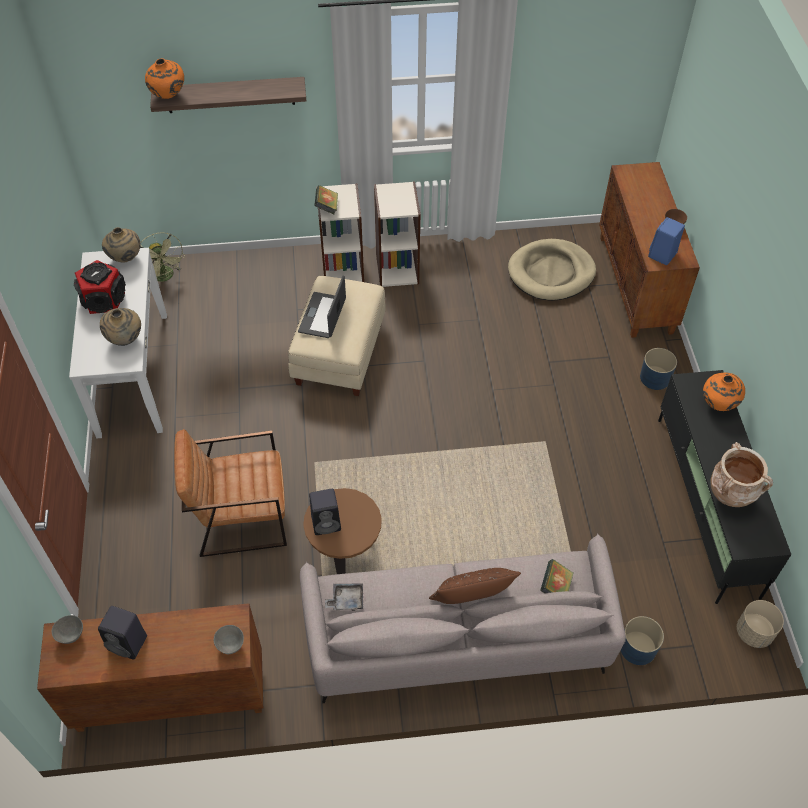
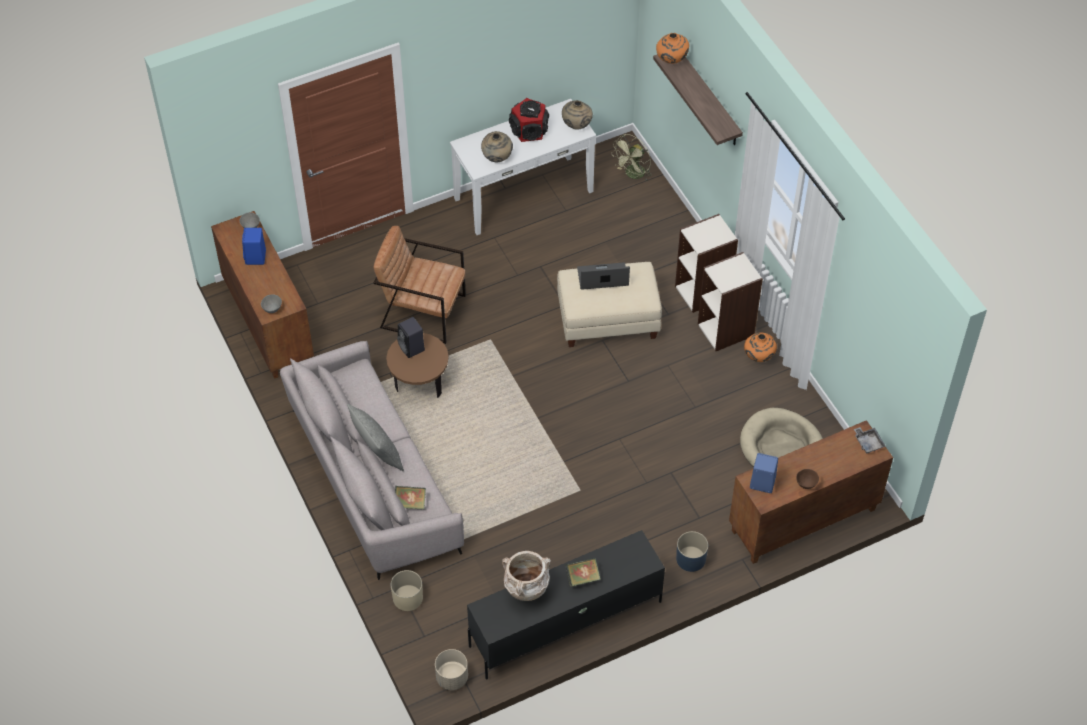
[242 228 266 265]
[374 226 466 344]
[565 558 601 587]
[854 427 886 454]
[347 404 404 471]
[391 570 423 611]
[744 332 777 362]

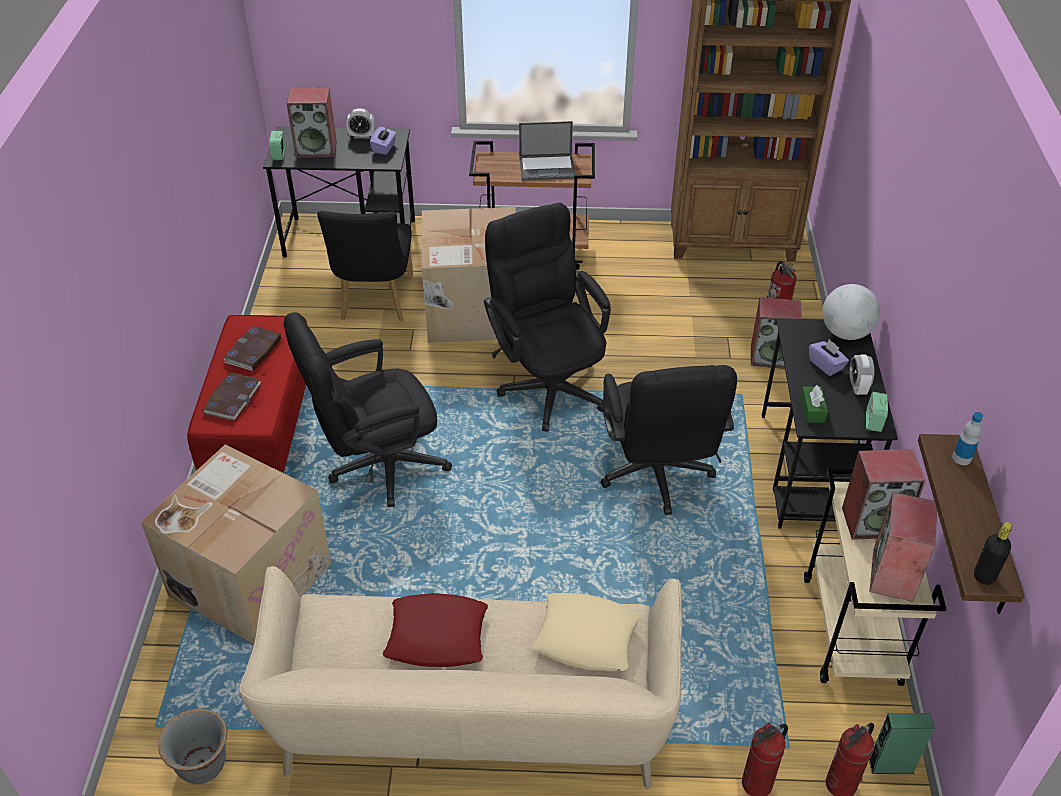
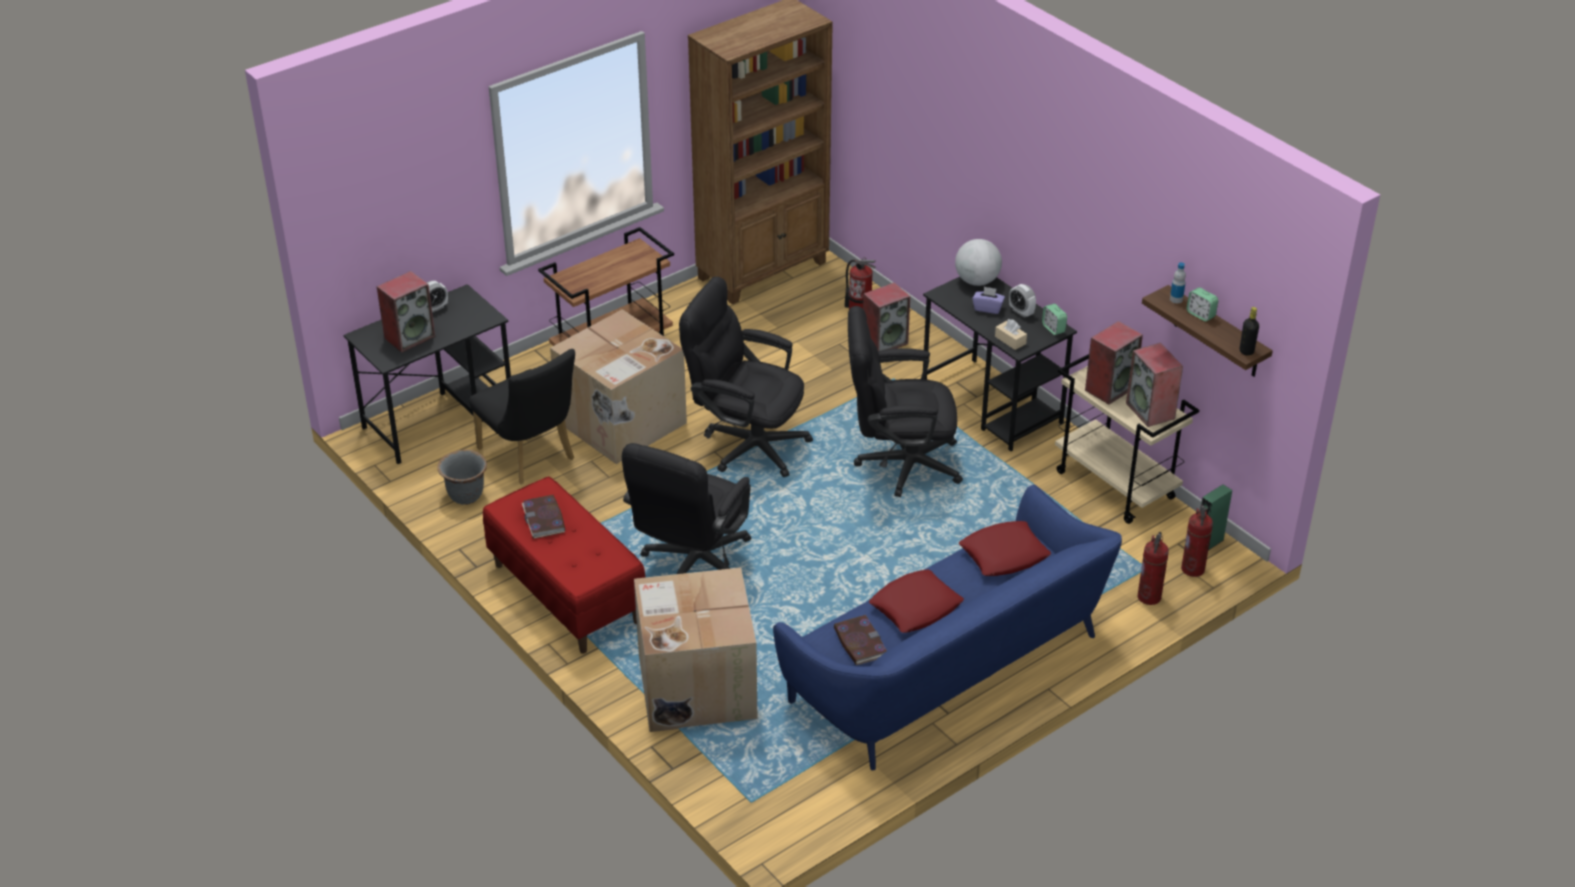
[437 450 487 505]
[834 615 887 665]
[773 485 1122 770]
[1187 288 1218 322]
[370 126 397 155] (first image)
[519 121 575 181] (first image)
[959 521 1051 576]
[848 306 963 497]
[995 319 1027 350]

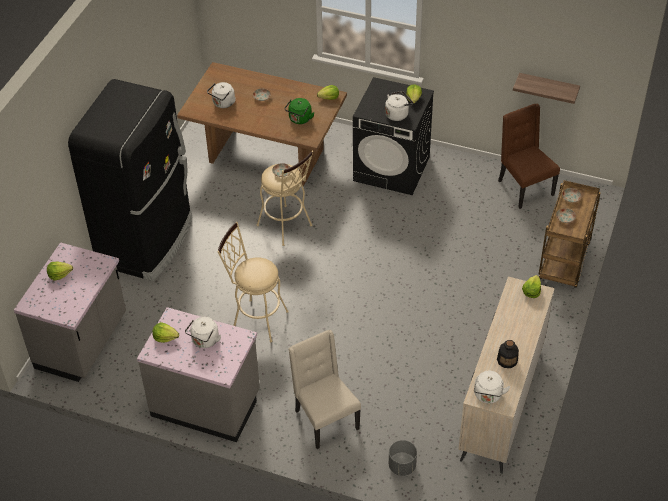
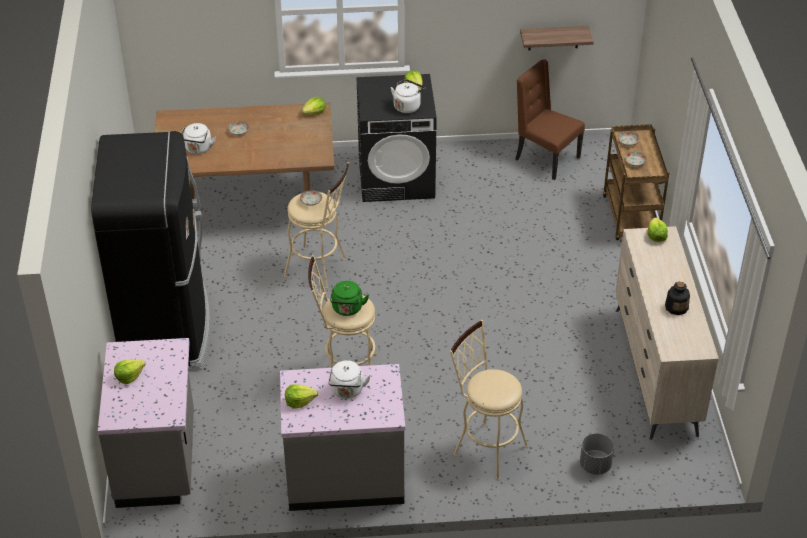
[330 281 369 316]
[450 320 528 480]
[474 371 510 404] (first image)

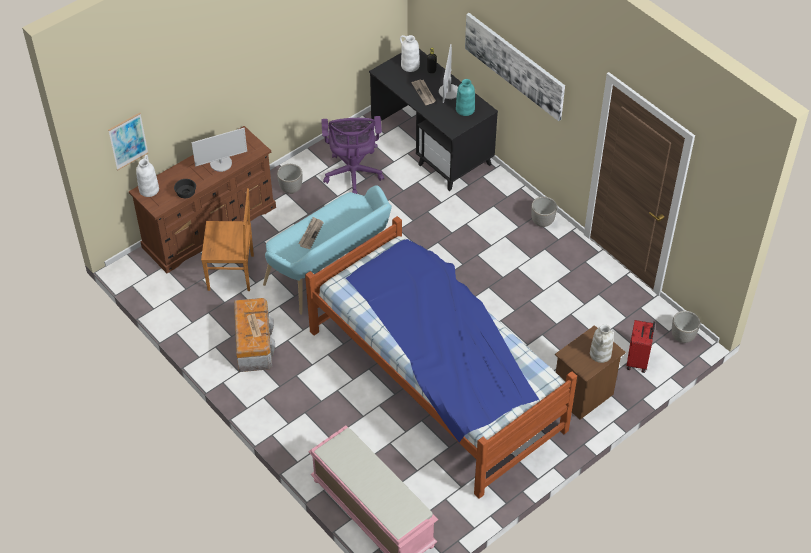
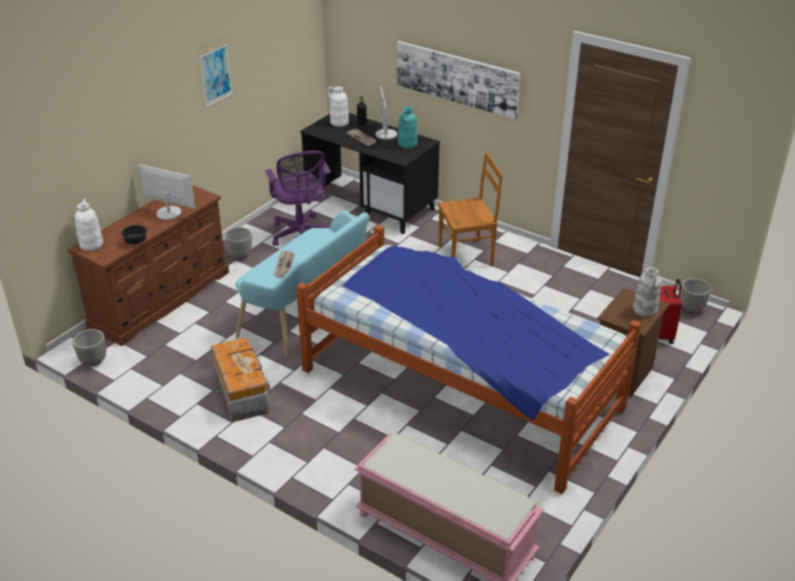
[199 41 233 109]
[138 164 195 220]
[438 152 503 266]
[72 329 106 367]

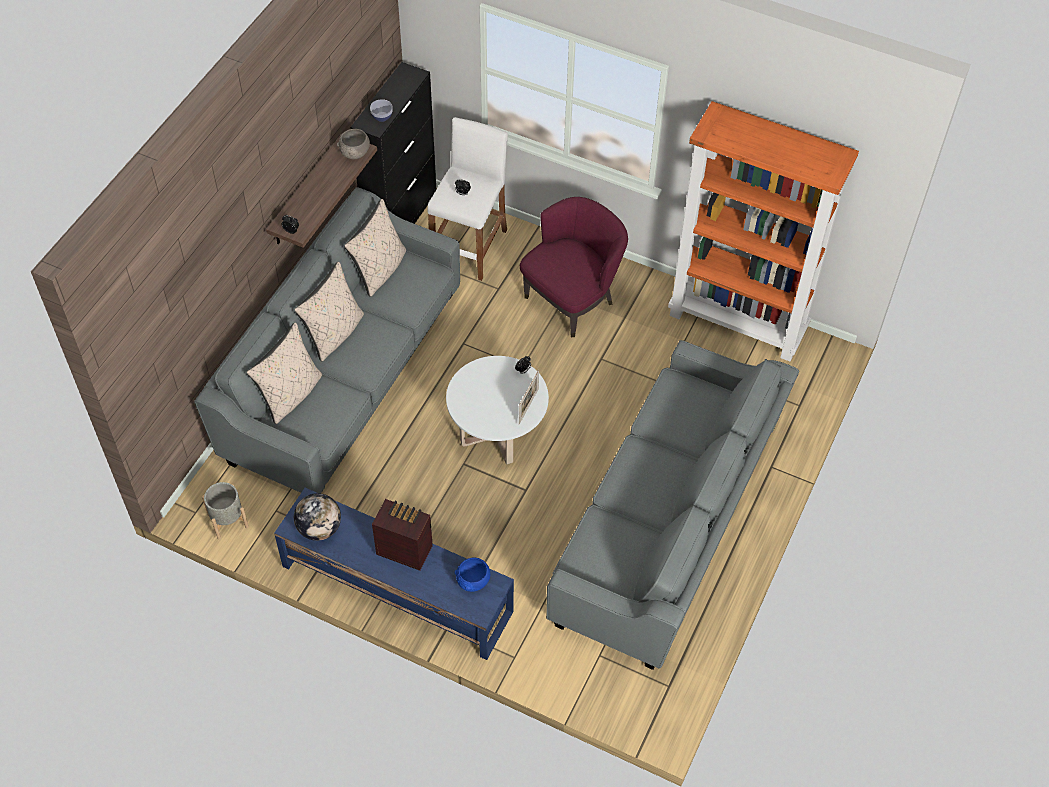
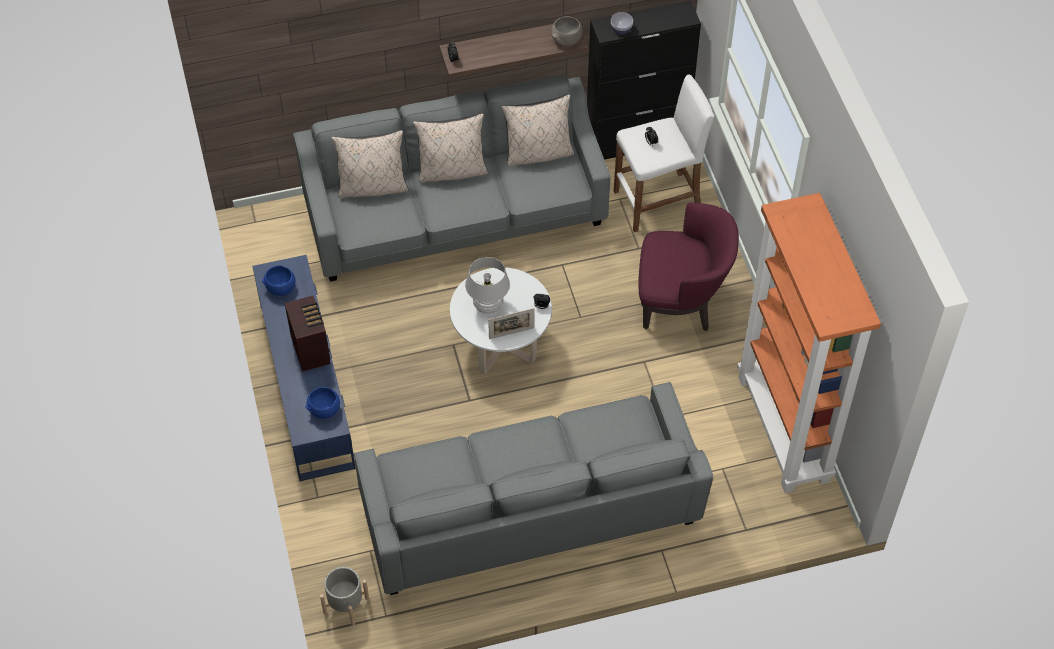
[320 567 369 626]
[262 266 296 296]
[465 257 510 314]

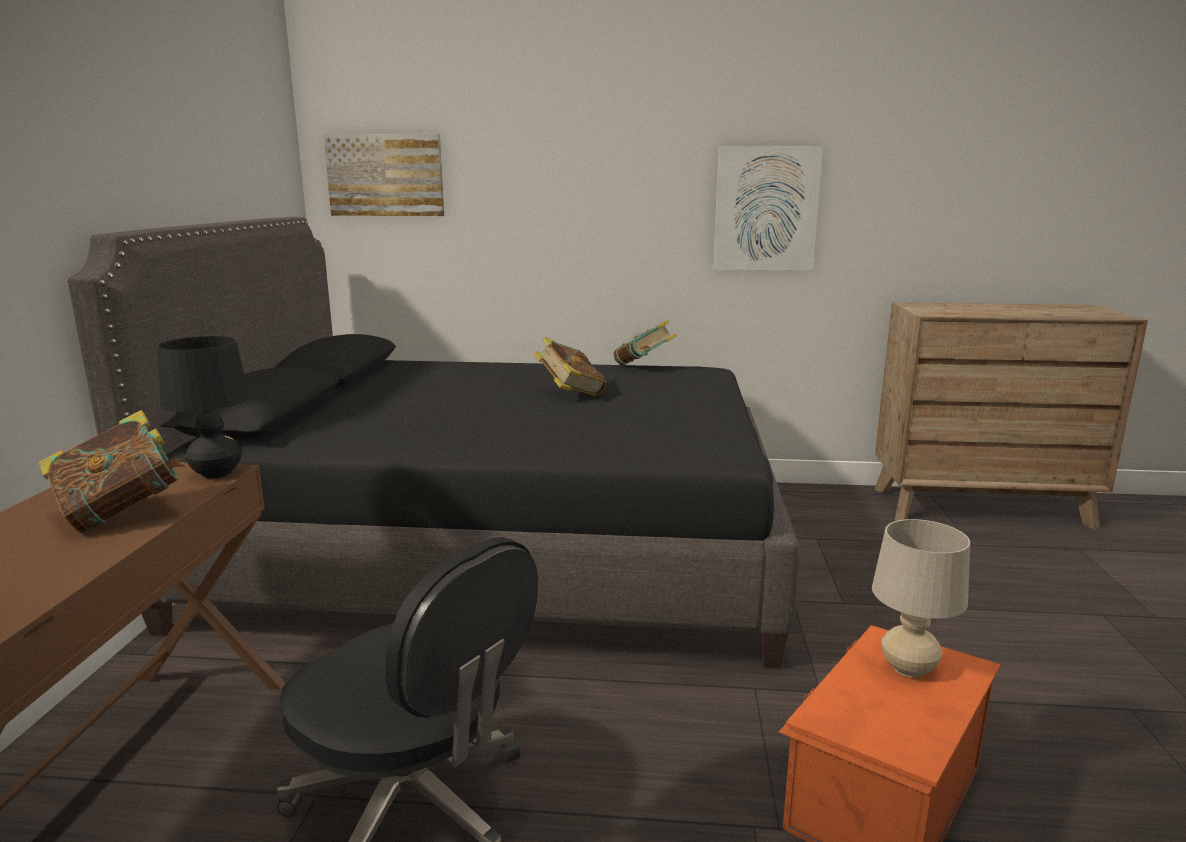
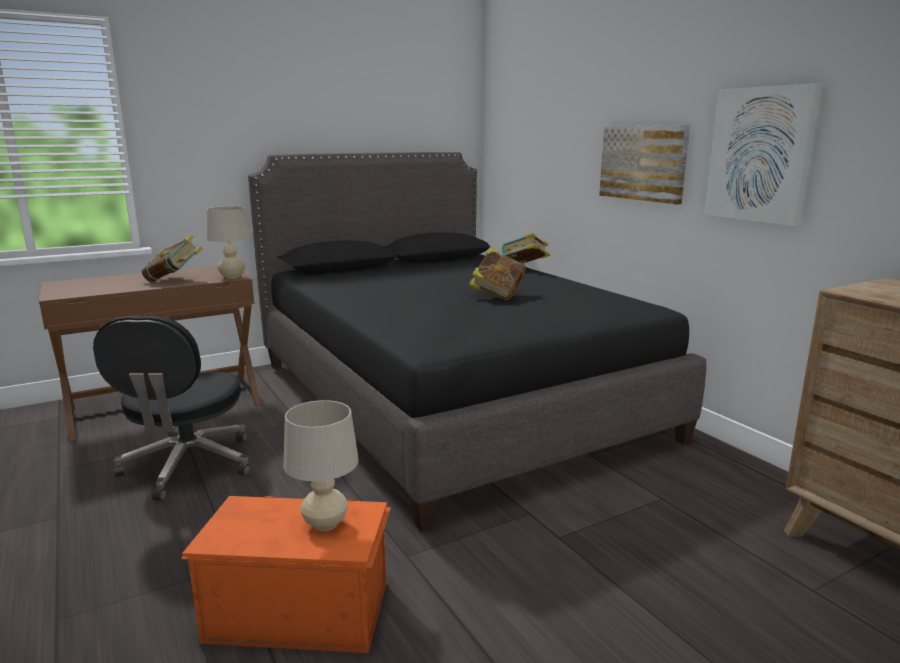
[207 206 250 279]
[599 125 690 205]
[502 233 550 264]

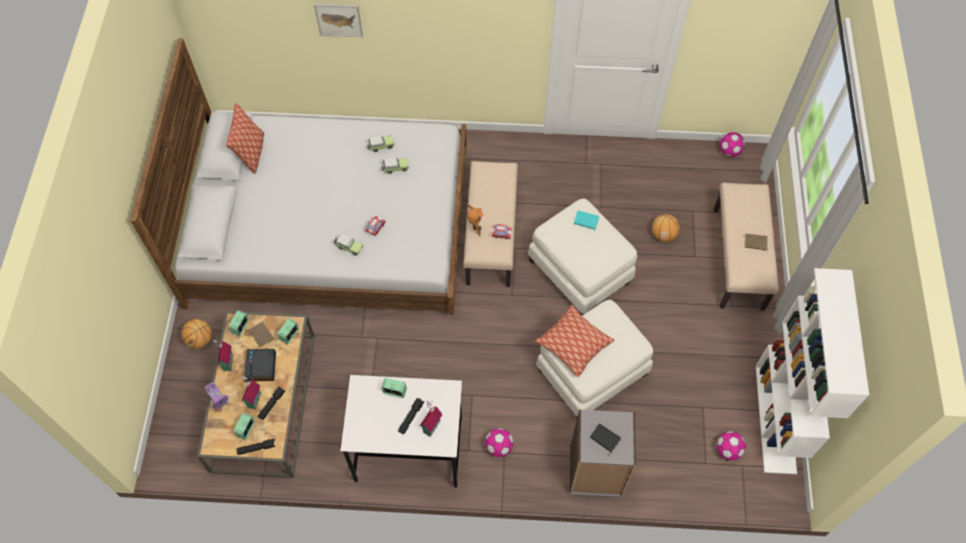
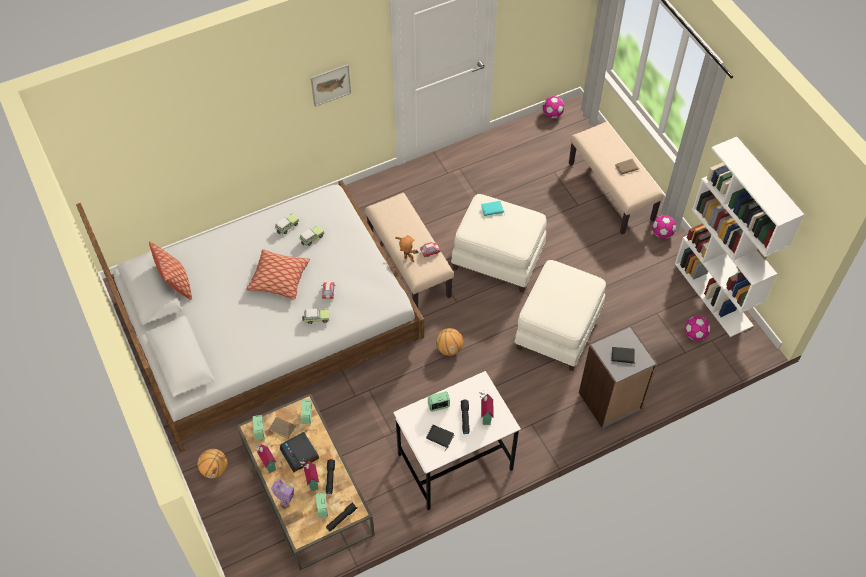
[311 64 351 107]
[652 215 676 239]
[246 249 310 300]
[436 328 463 356]
[426 425 454 448]

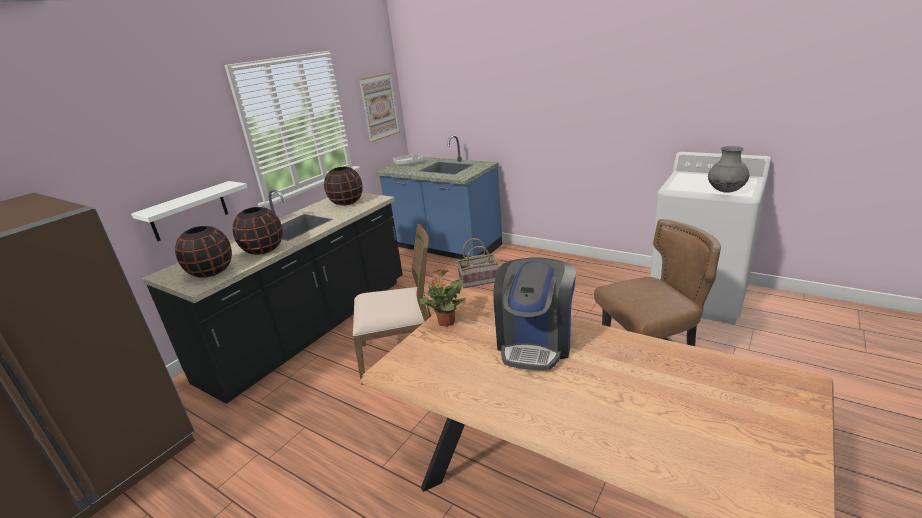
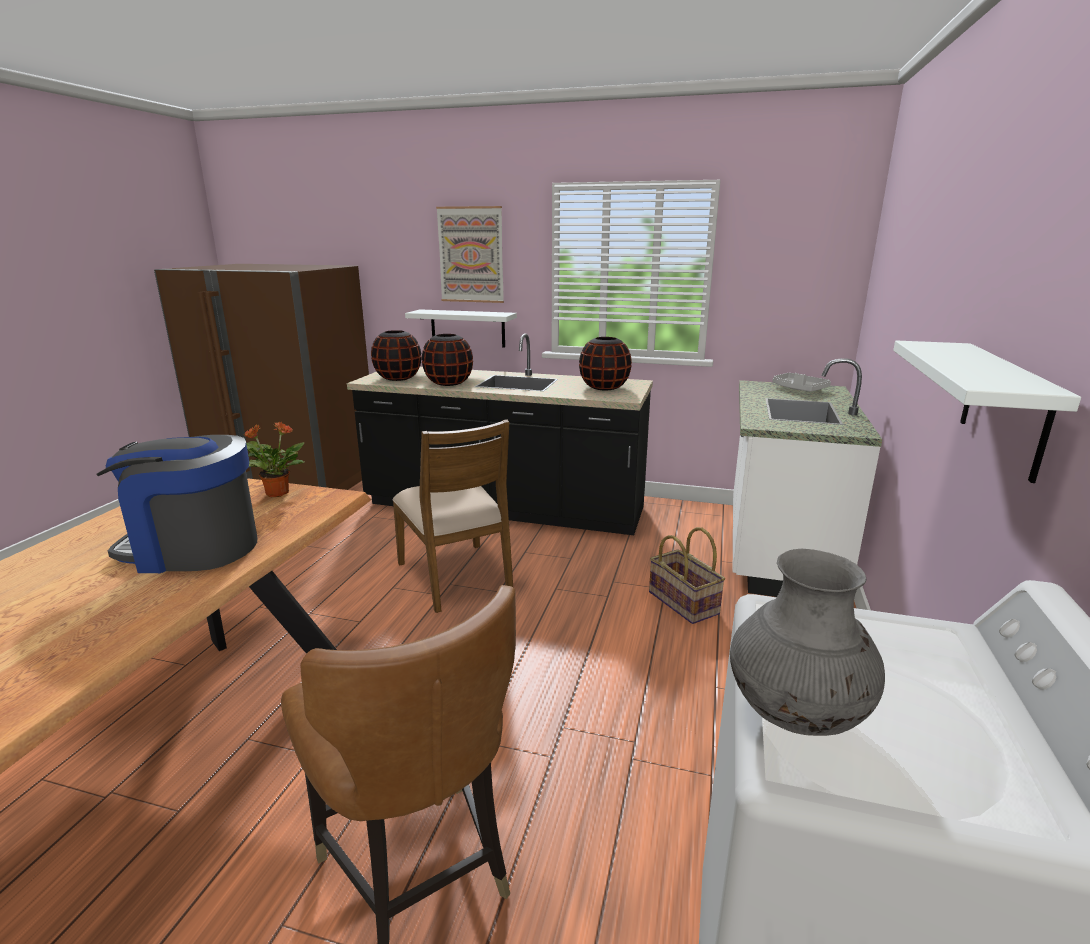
[436 206 504 303]
[733 358 882 597]
[893 341 1081 483]

